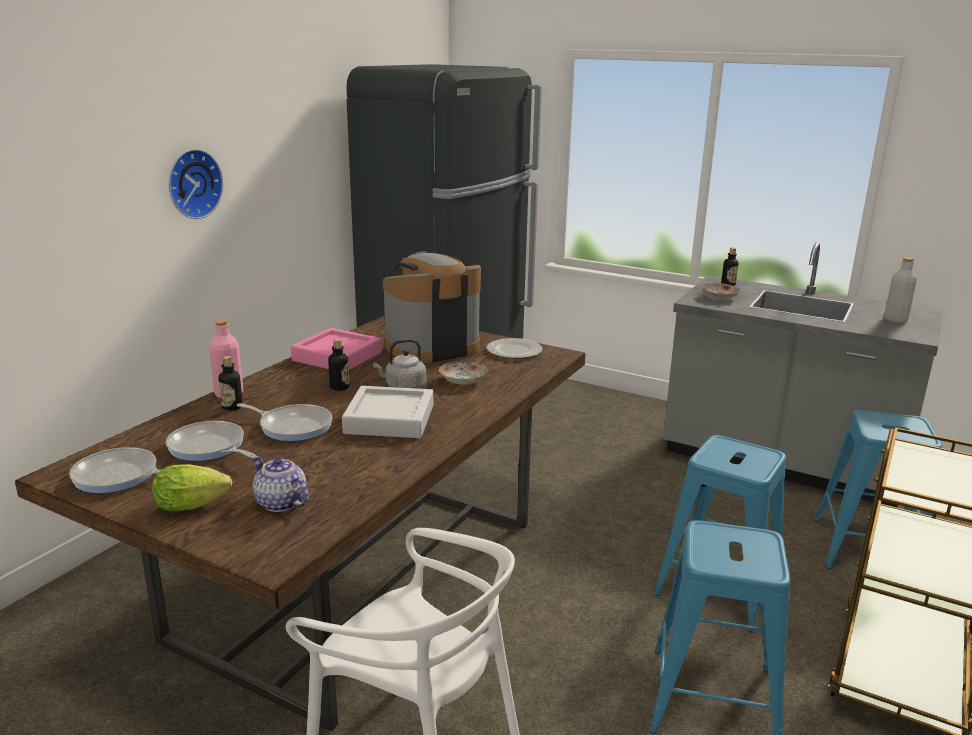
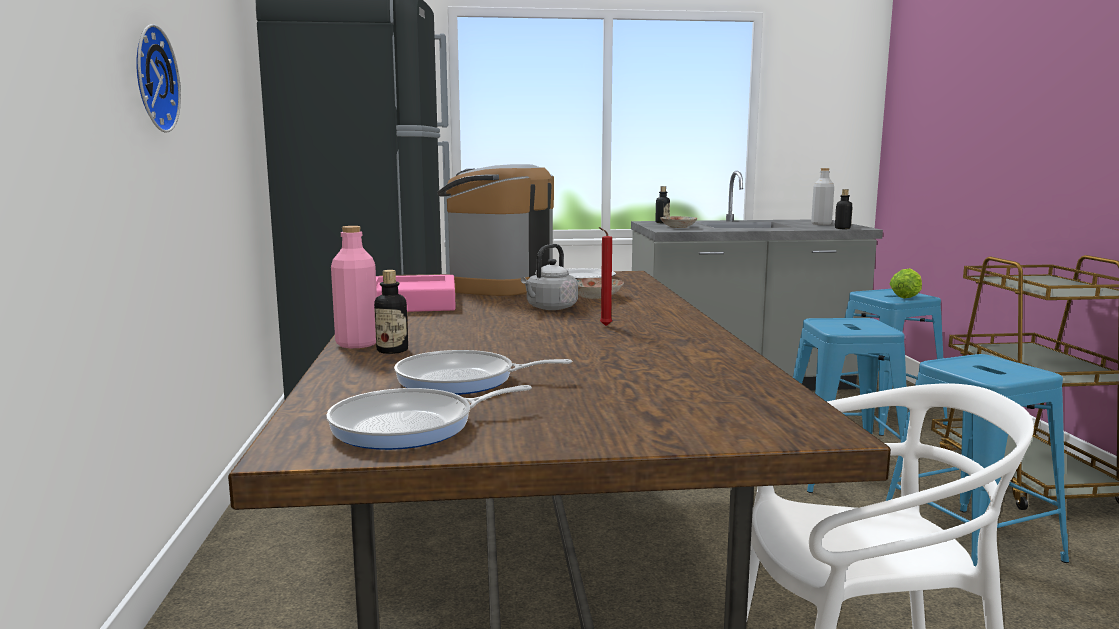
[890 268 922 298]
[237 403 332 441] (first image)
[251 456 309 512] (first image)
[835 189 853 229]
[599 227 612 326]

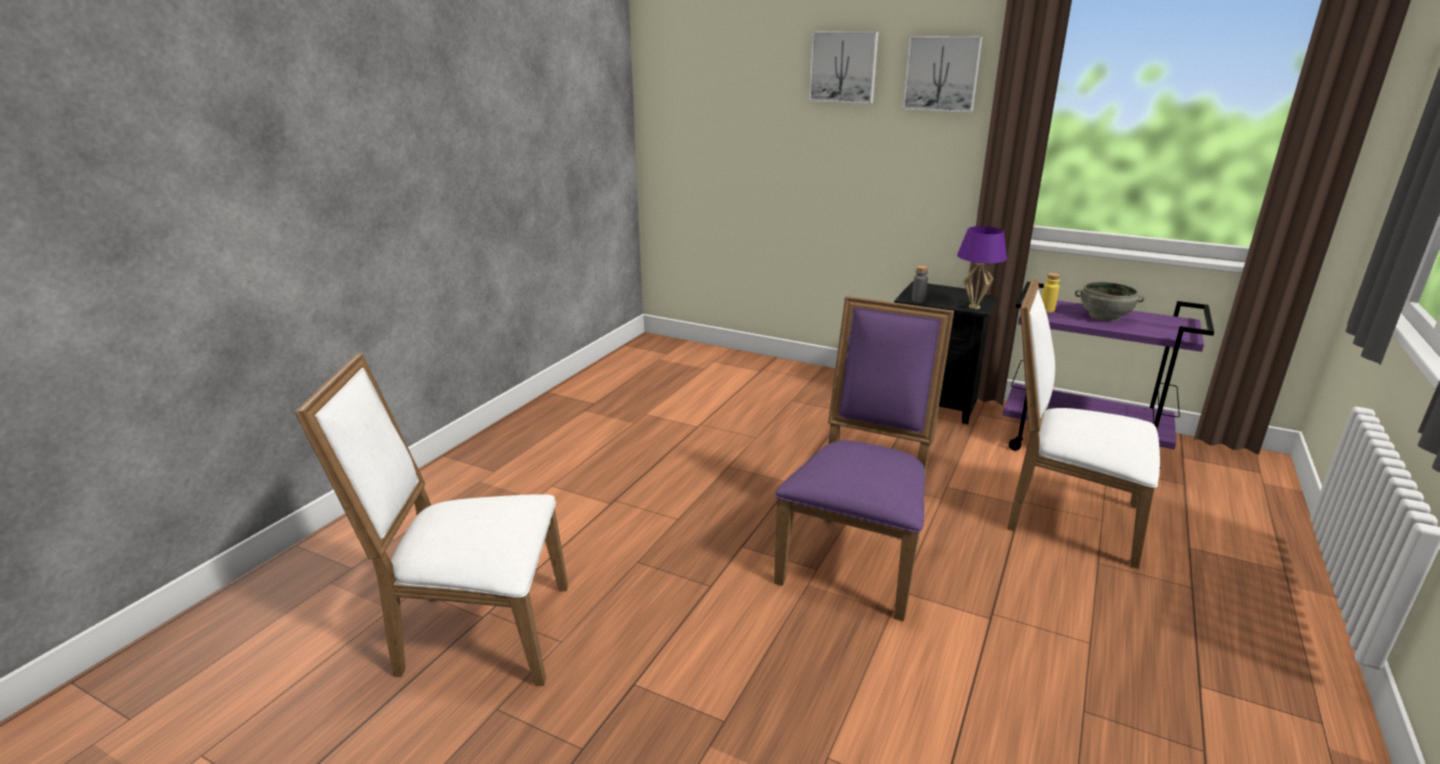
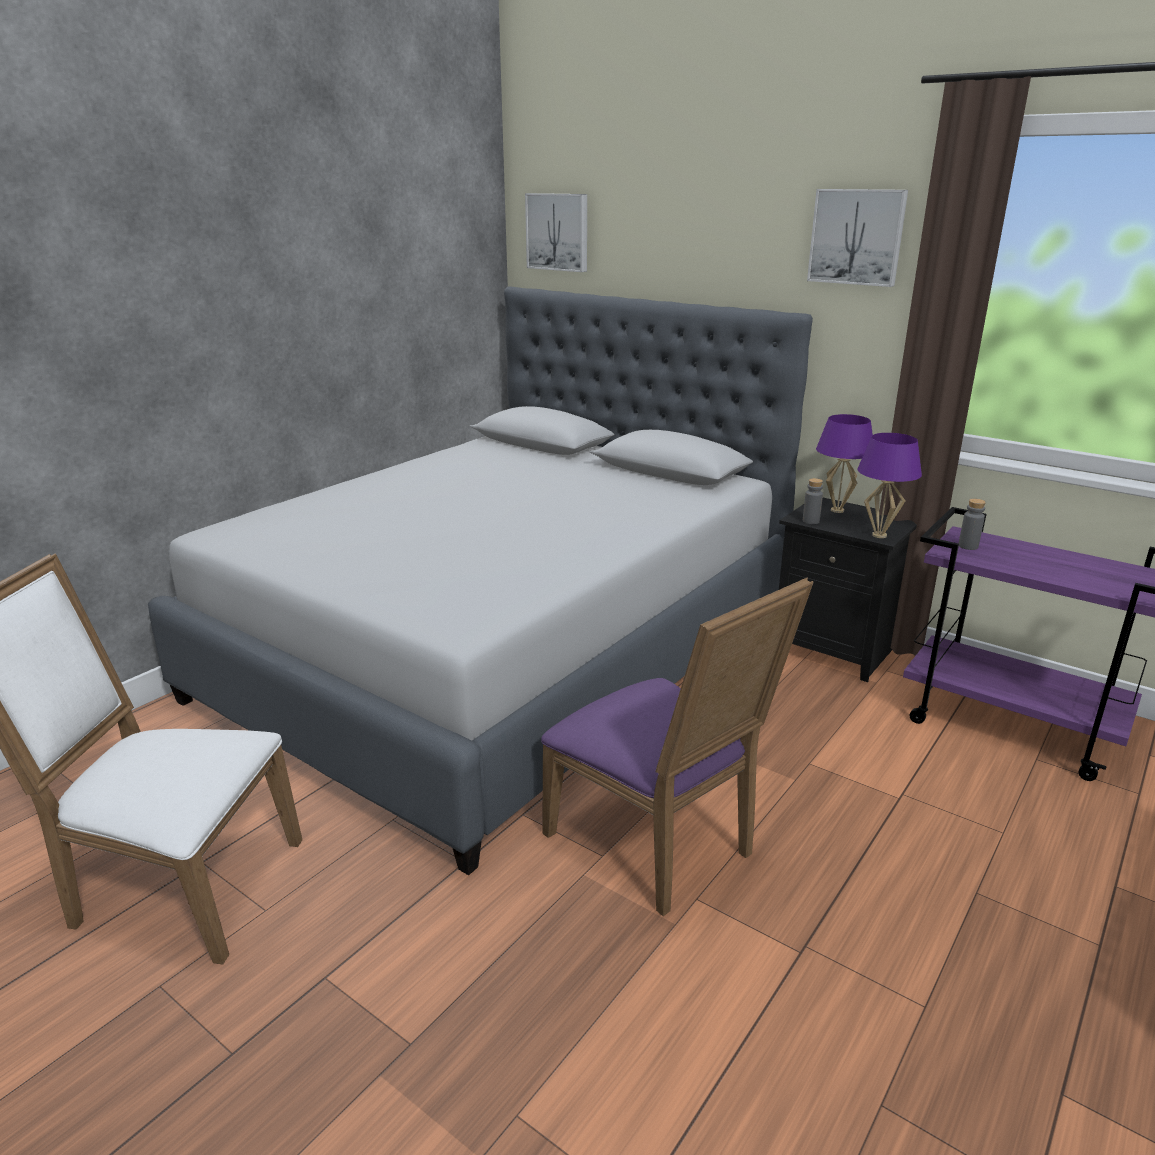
[541 578 813 916]
[525 193 587 272]
[1007 278 1160 569] (first image)
[959 499 986 550]
[1075 282 1144 321] (first image)
[148 287 813 875]
[816 414 873 513]

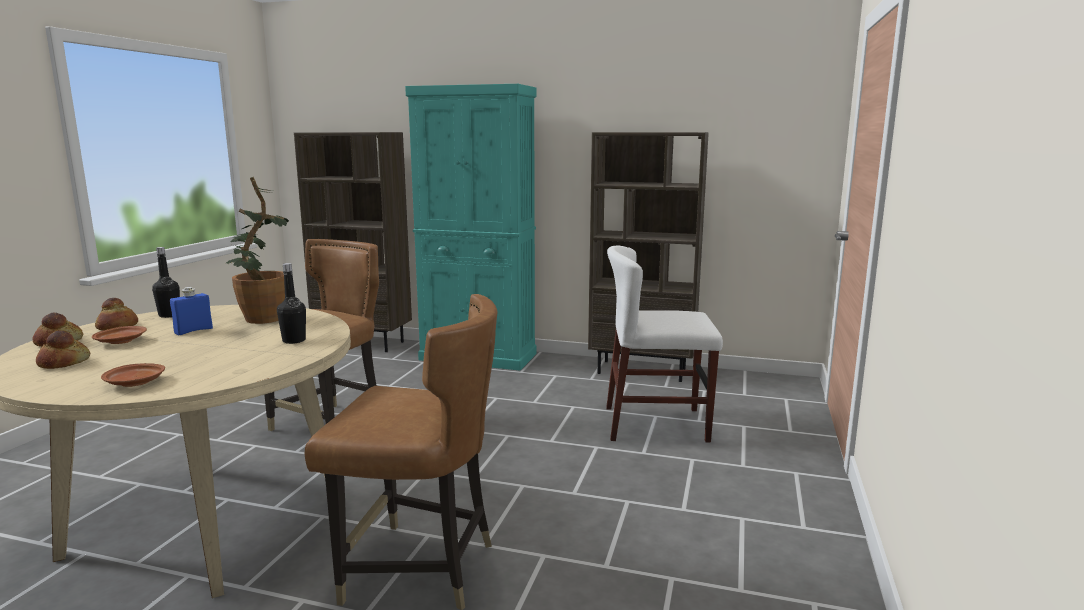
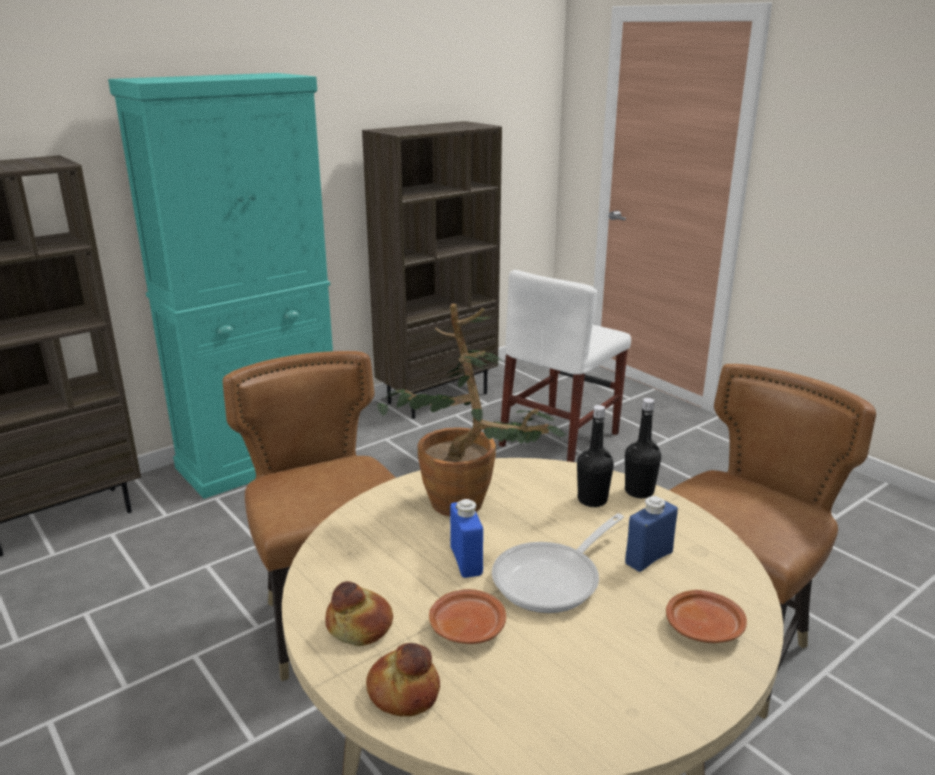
[36 331 90 369] (first image)
[625 398 661 499]
[492 513 624 613]
[625 496 678 572]

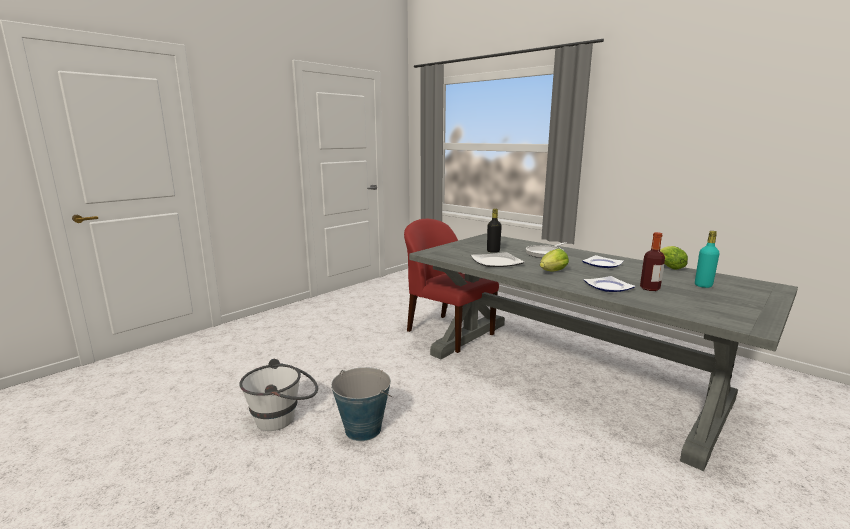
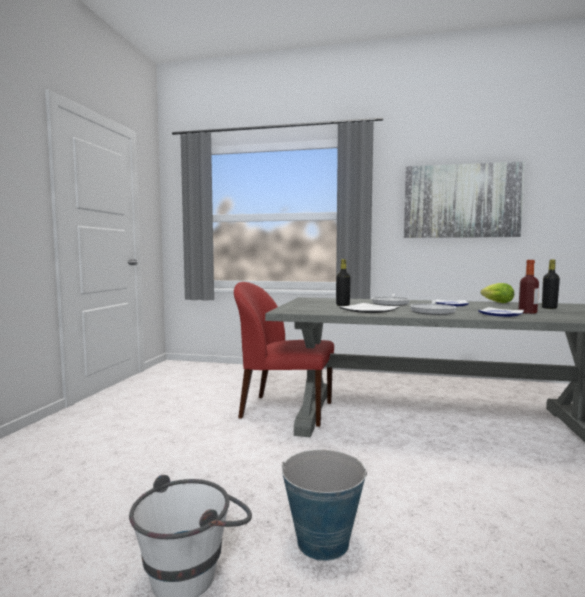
[410 300 456 315]
[542 259 560 309]
[404 161 525 238]

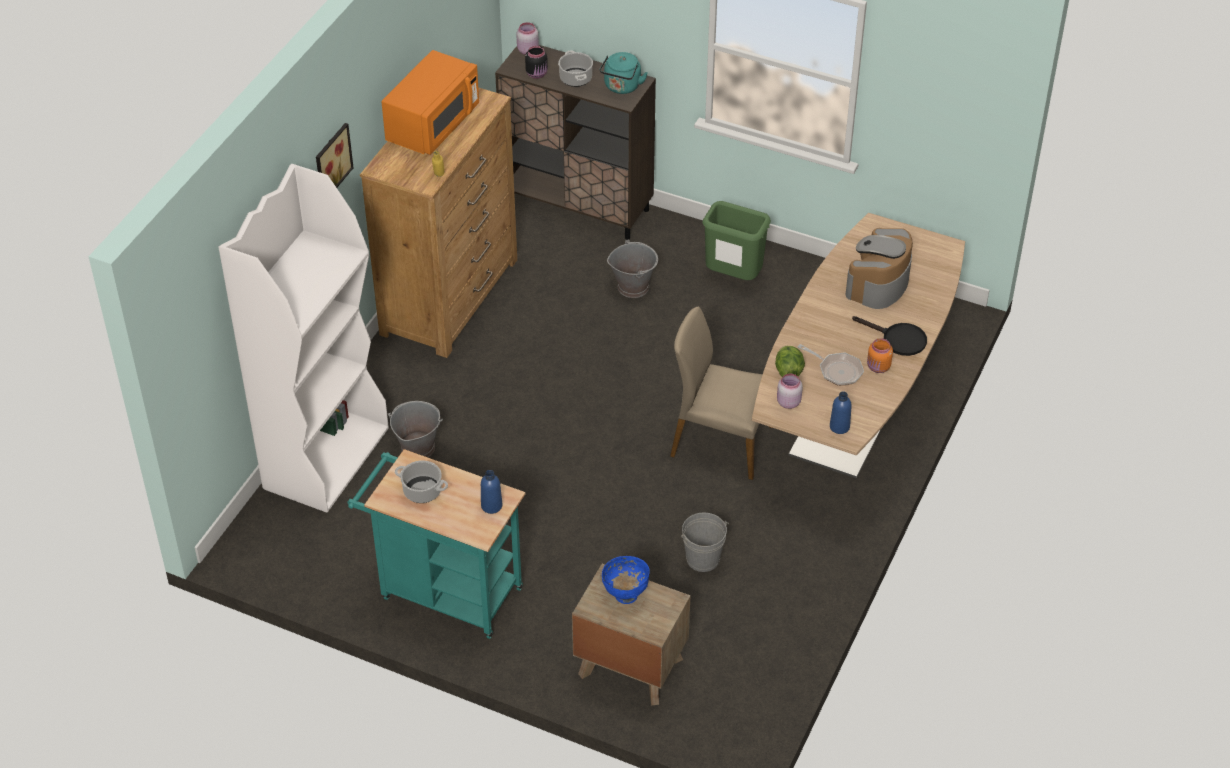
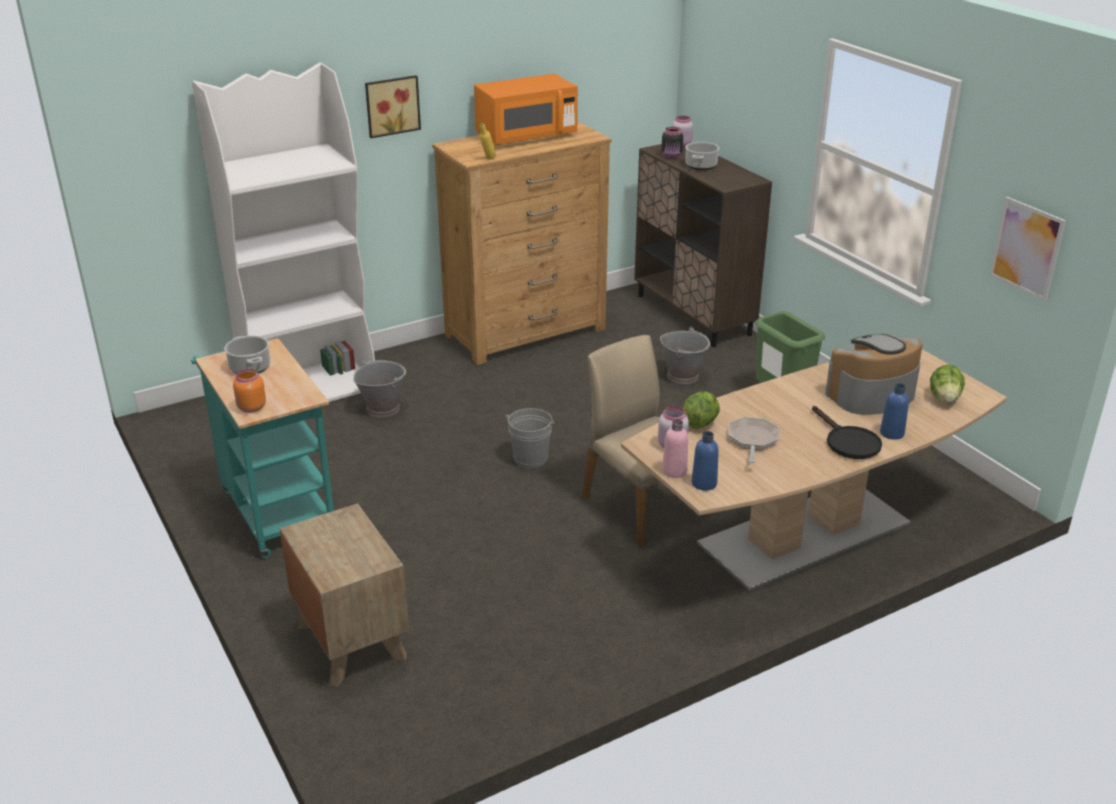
[880 383 909 440]
[599 52 648 94] (first image)
[602 556 650 604] (first image)
[505 408 554 468]
[728 417 779 463]
[233 369 266 413]
[662 419 688 478]
[930 364 965 403]
[989 197 1066 302]

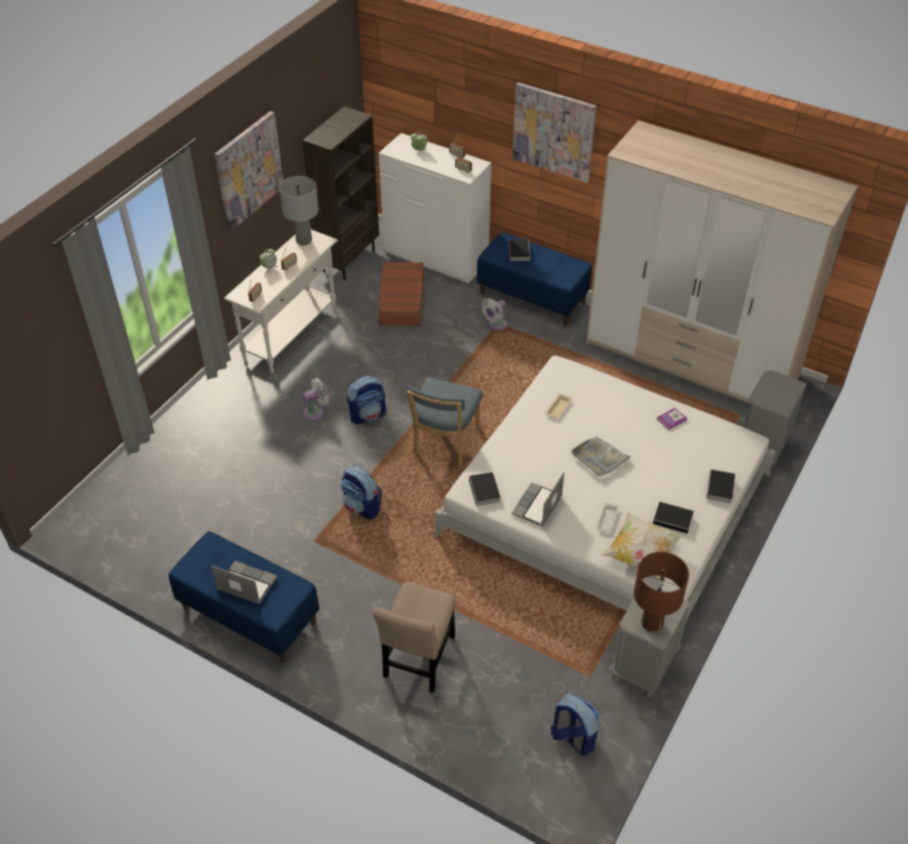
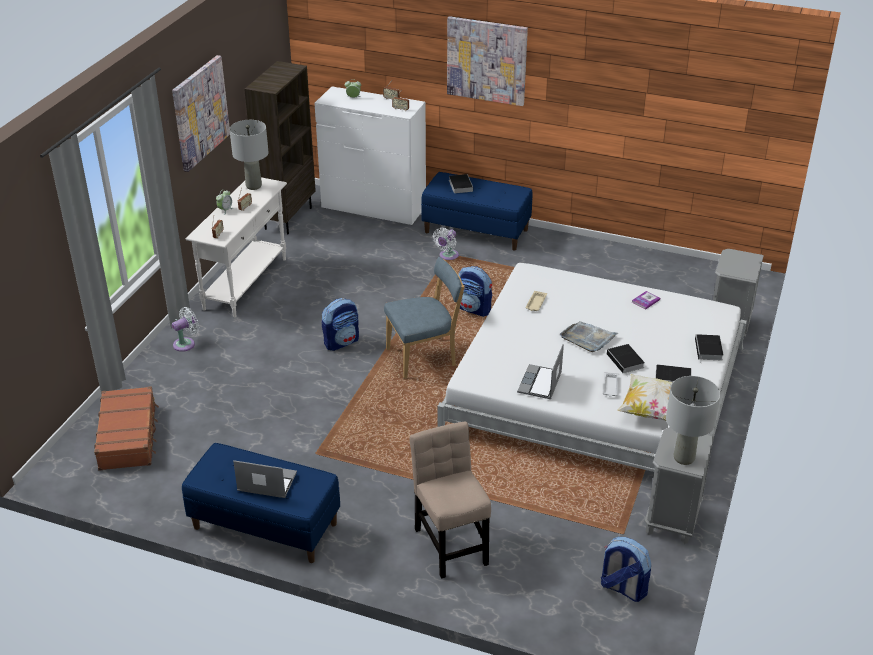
[172 307 199 352]
[458 266 492 317]
[409 421 491 578]
[94 386 159 471]
[384 257 465 379]
[607 344 645 377]
[586 120 858 403] (first image)
[666 376 720 465]

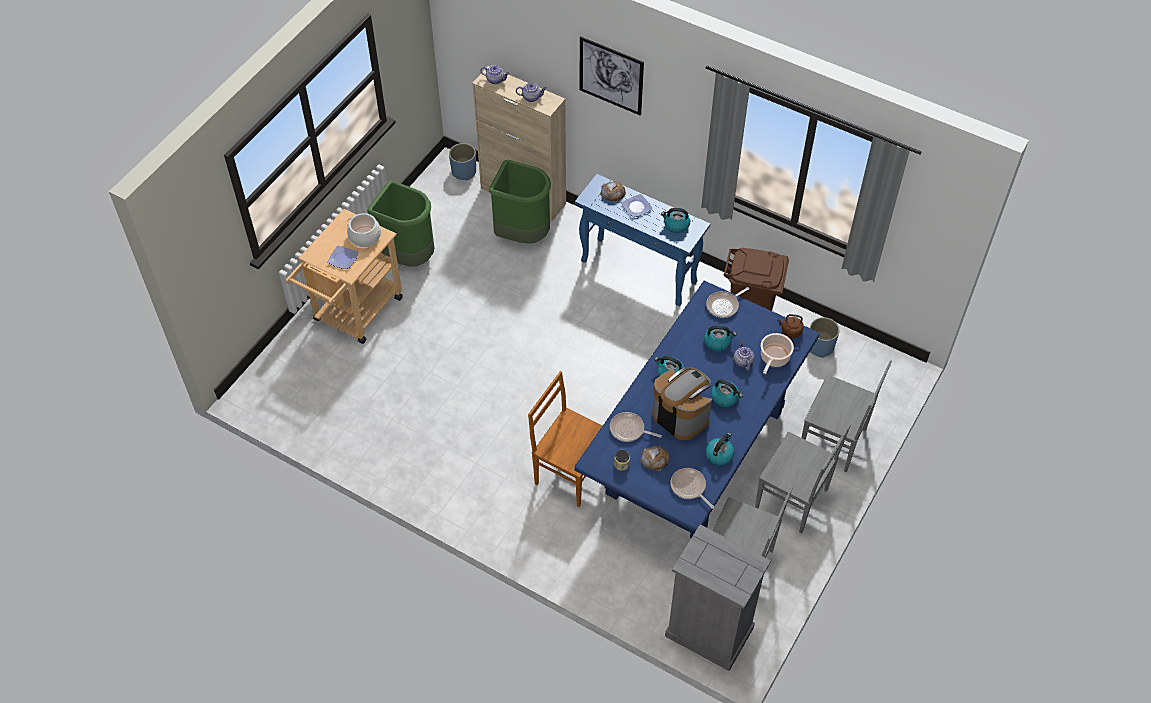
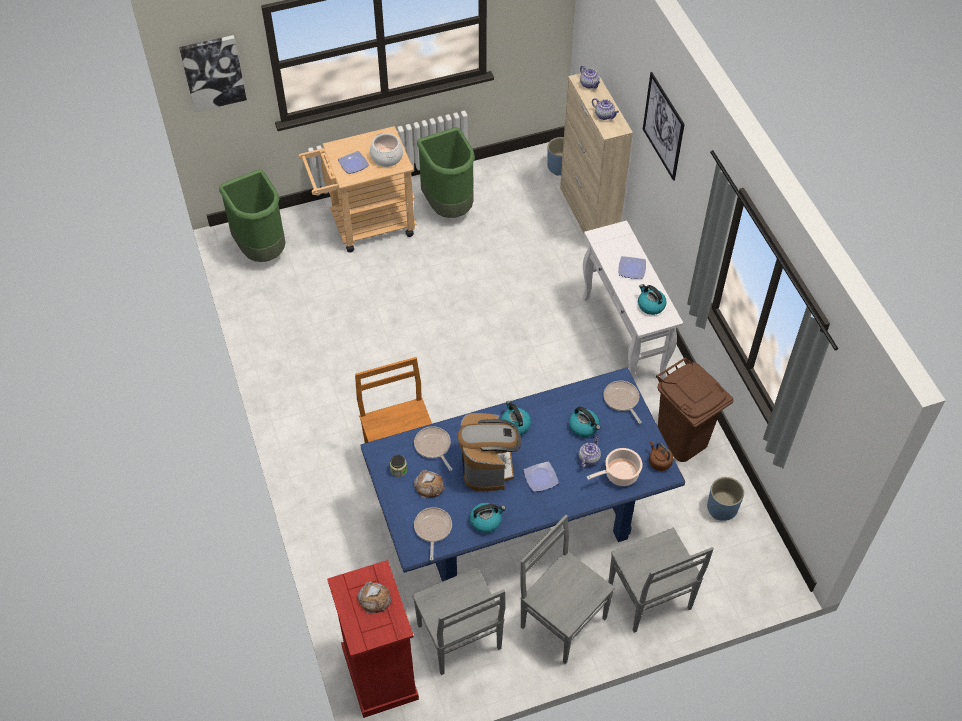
[219 169 286 262]
[583 220 683 379]
[357 581 392 614]
[327 560 419 718]
[604 381 642 424]
[523 461 559 492]
[520 515 615 664]
[179 35 247 112]

